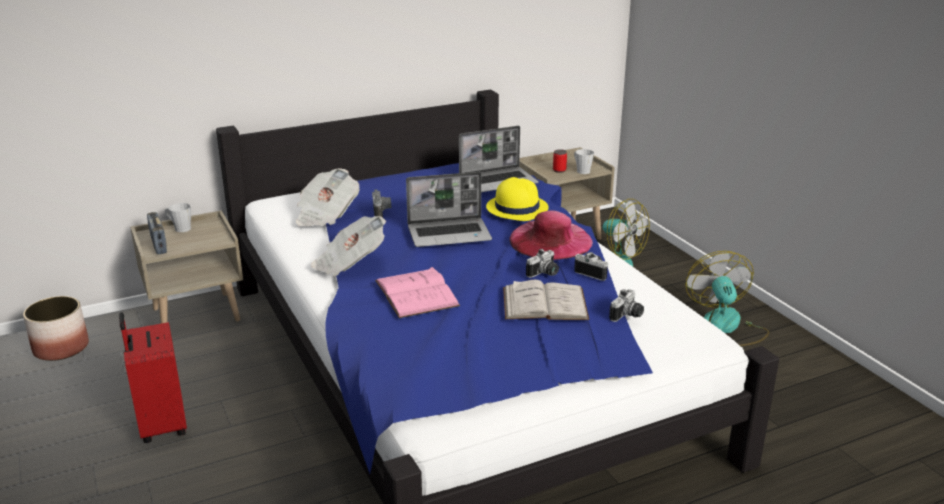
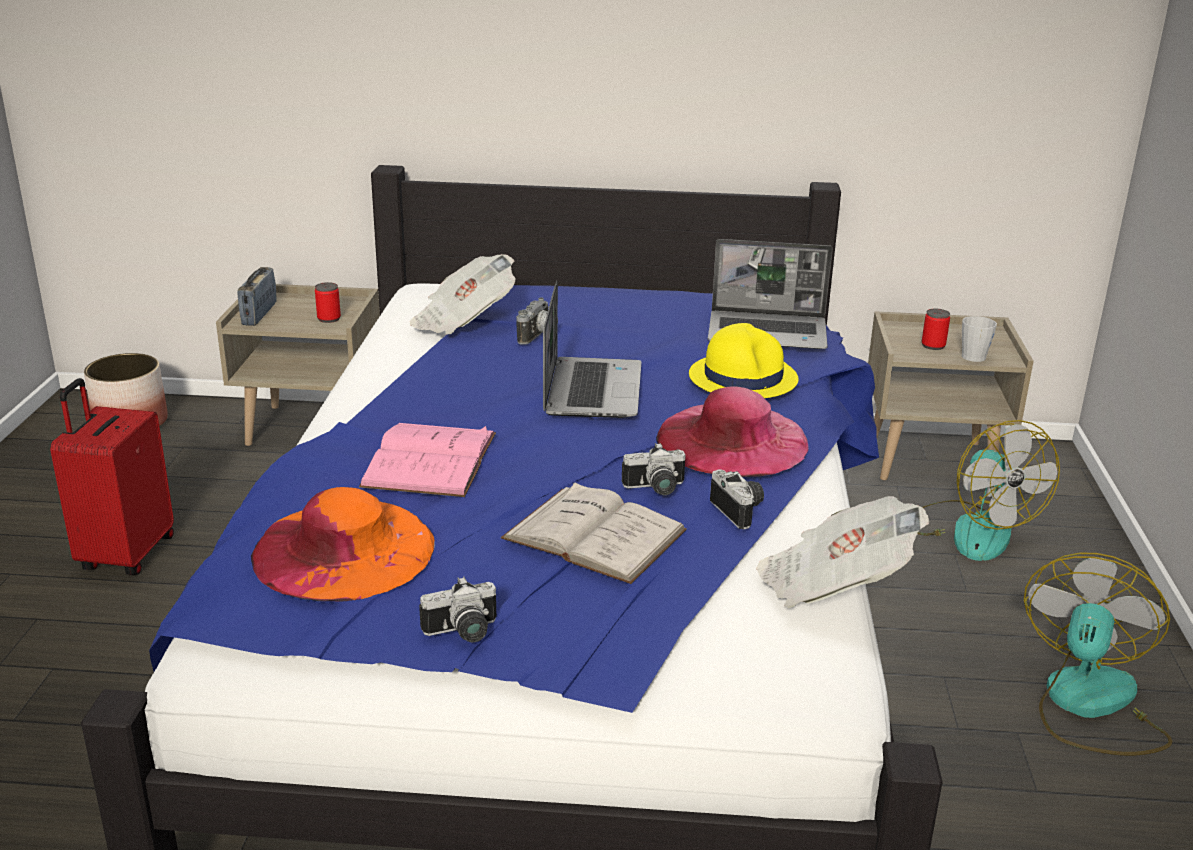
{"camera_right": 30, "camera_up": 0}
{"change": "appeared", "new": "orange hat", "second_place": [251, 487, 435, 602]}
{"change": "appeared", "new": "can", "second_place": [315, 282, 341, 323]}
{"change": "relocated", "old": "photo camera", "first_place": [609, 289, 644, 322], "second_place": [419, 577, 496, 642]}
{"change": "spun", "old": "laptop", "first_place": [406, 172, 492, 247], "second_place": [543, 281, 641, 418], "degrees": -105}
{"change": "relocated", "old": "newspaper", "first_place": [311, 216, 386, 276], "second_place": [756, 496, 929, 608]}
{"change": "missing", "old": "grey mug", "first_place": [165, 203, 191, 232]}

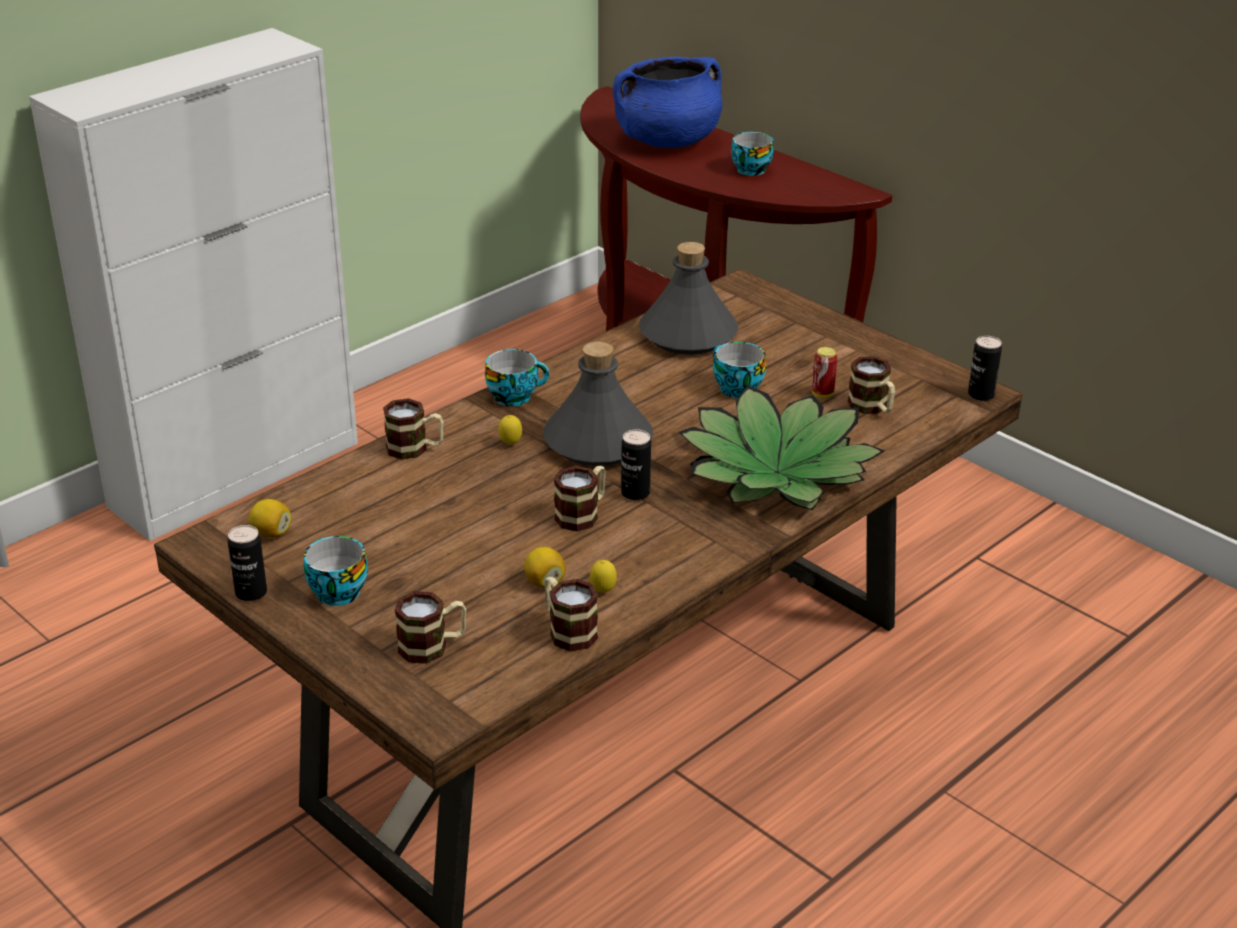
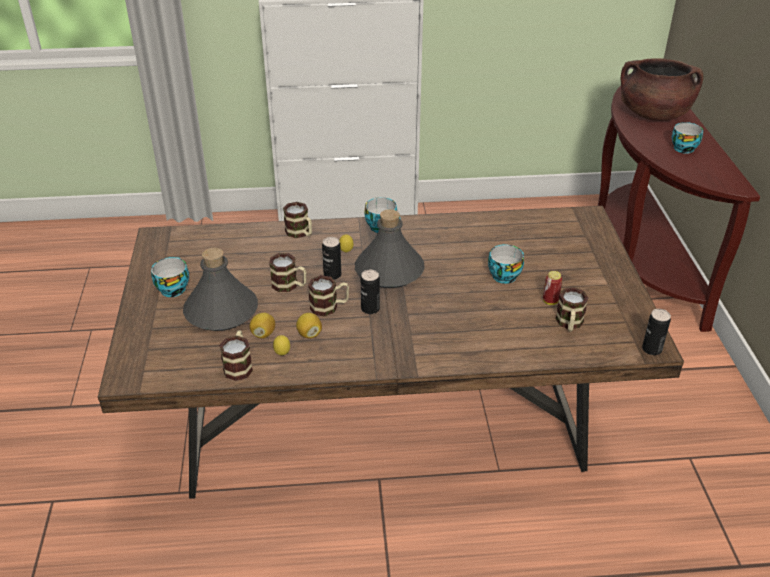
{"camera_right": 40, "camera_up": 5}
{"change": "relocated", "old": "grey bottle", "first_place": [639, 242, 738, 355], "second_place": [183, 248, 258, 331]}
{"change": "relocated", "old": "mug", "first_place": [395, 591, 466, 664], "second_place": [269, 253, 306, 292]}
{"change": "relocated", "old": "lemon", "first_place": [249, 499, 292, 538], "second_place": [296, 313, 322, 338]}
{"change": "relocated", "old": "can", "first_place": [228, 525, 267, 601], "second_place": [322, 237, 341, 280]}
{"change": "colour", "old": "blue cooking pot", "new": "brown cooking pot", "first_place": [613, 57, 722, 148], "second_place": [620, 58, 703, 121]}
{"change": "missing", "old": "potted plant", "first_place": [678, 385, 885, 510]}

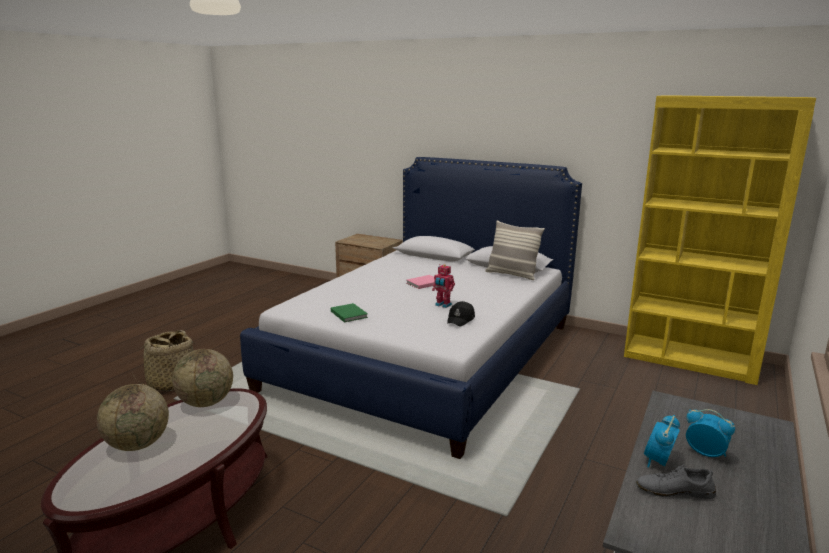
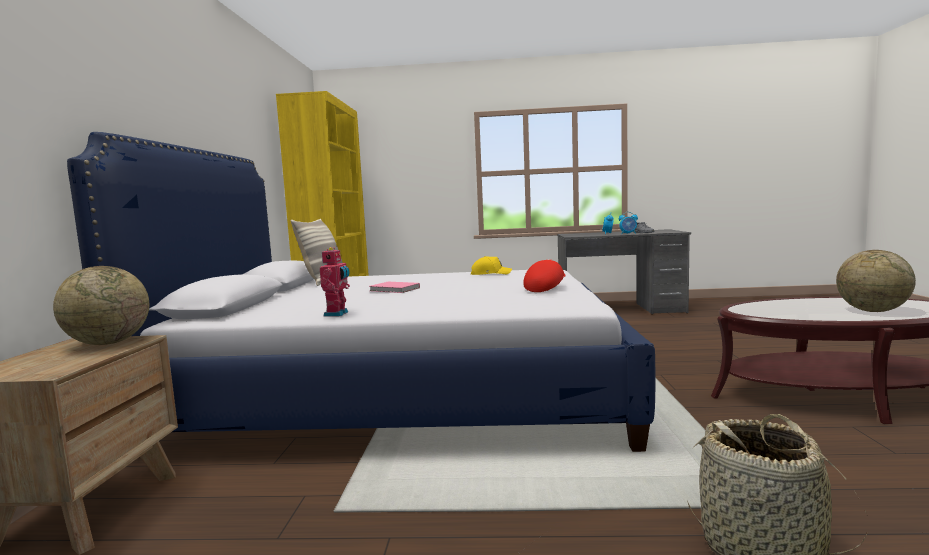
{"camera_right": -115, "camera_up": -10}
{"change": "relocated", "old": "globe", "first_place": [172, 349, 233, 407], "second_place": [53, 266, 149, 345]}
{"change": "relocated", "old": "toy robot", "first_place": [432, 264, 455, 308], "second_place": [320, 247, 350, 317]}
{"change": "colour", "old": "black cap", "new": "yellow cap", "first_place": [447, 301, 475, 327], "second_place": [471, 256, 512, 275]}
{"change": "exchanged", "old": "green book", "new": "red cap", "first_place": [331, 303, 368, 322], "second_place": [523, 259, 566, 292]}

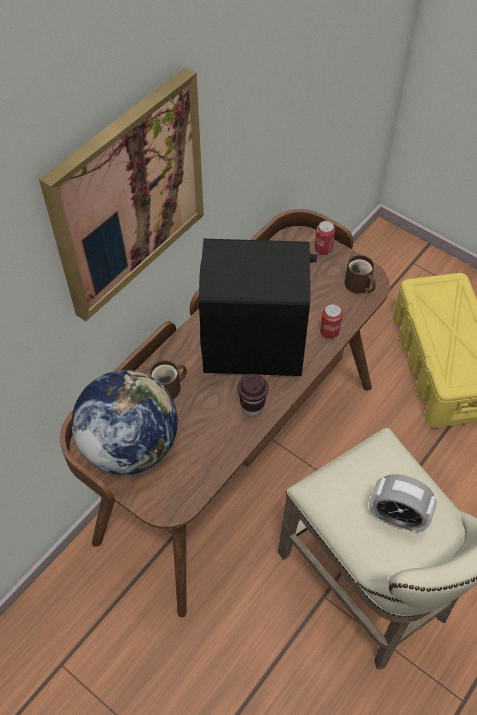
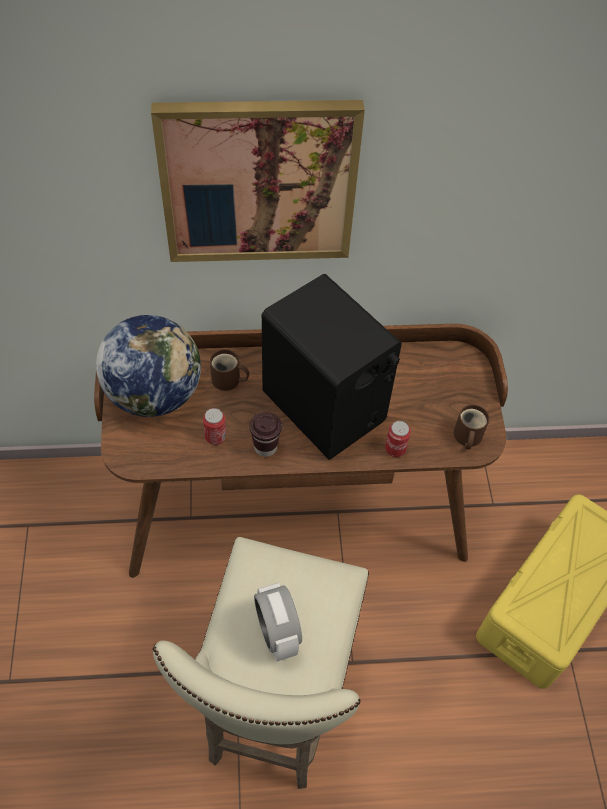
{"camera_right": 45, "camera_up": 0}
{"change": "relocated", "old": "can", "first_place": [315, 221, 335, 255], "second_place": [203, 408, 226, 445]}

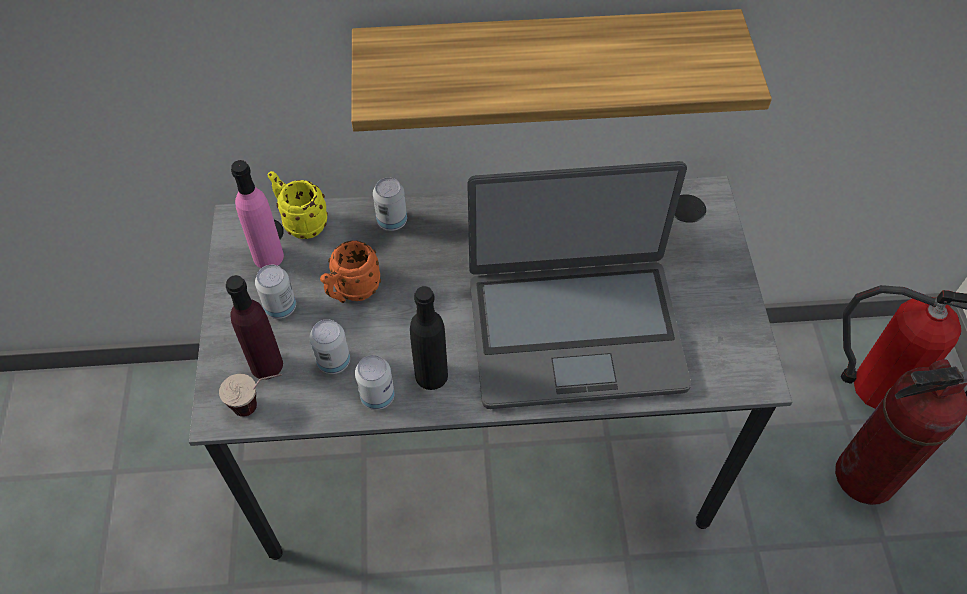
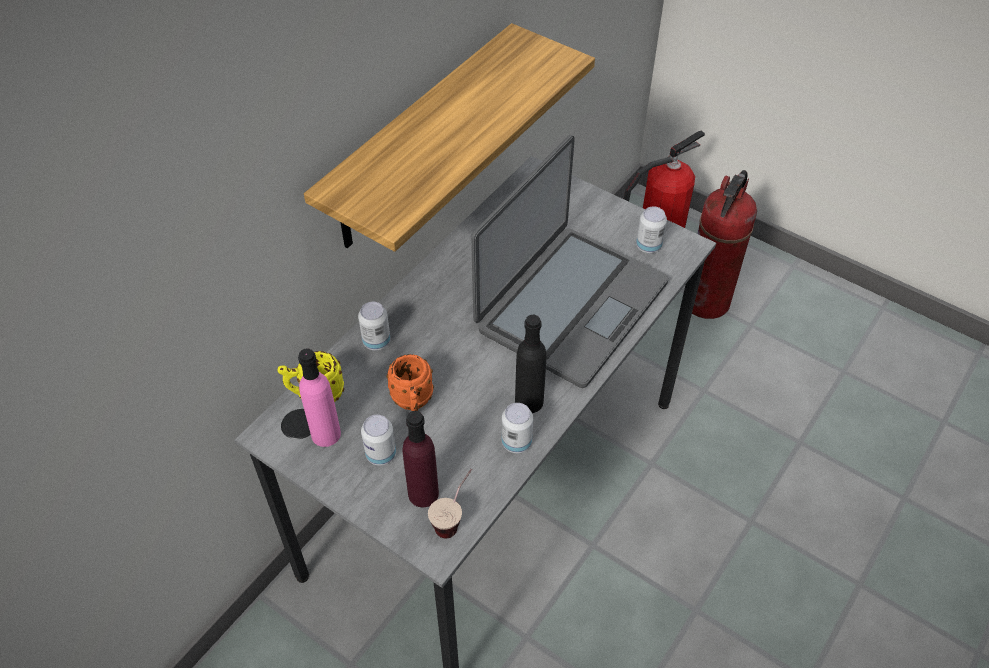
{"camera_right": -50, "camera_up": -5}
{"change": "relocated", "old": "can", "first_place": [310, 319, 350, 374], "second_place": [636, 206, 667, 253]}

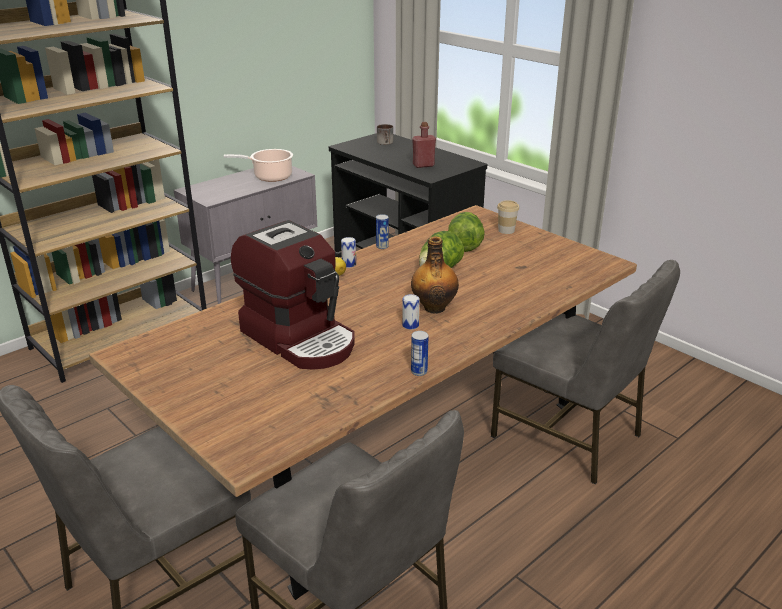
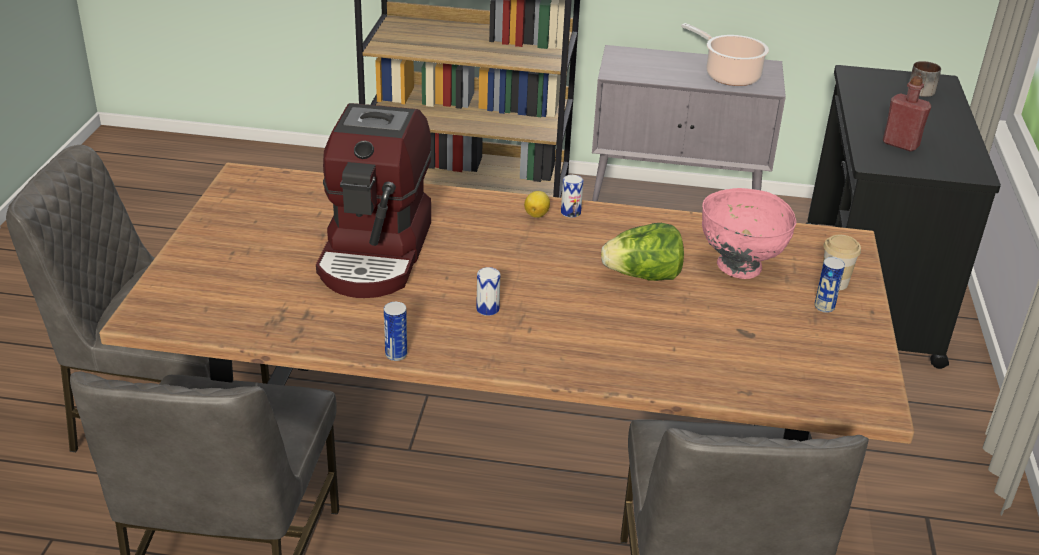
{"camera_right": 50, "camera_up": 5}
{"change": "exchanged", "old": "lettuce", "new": "pink bowl", "first_place": [448, 212, 485, 252], "second_place": [702, 188, 796, 279]}
{"change": "relocated", "old": "can", "first_place": [376, 214, 389, 249], "second_place": [814, 257, 845, 313]}
{"change": "missing", "old": "bottle", "first_place": [411, 236, 459, 314]}

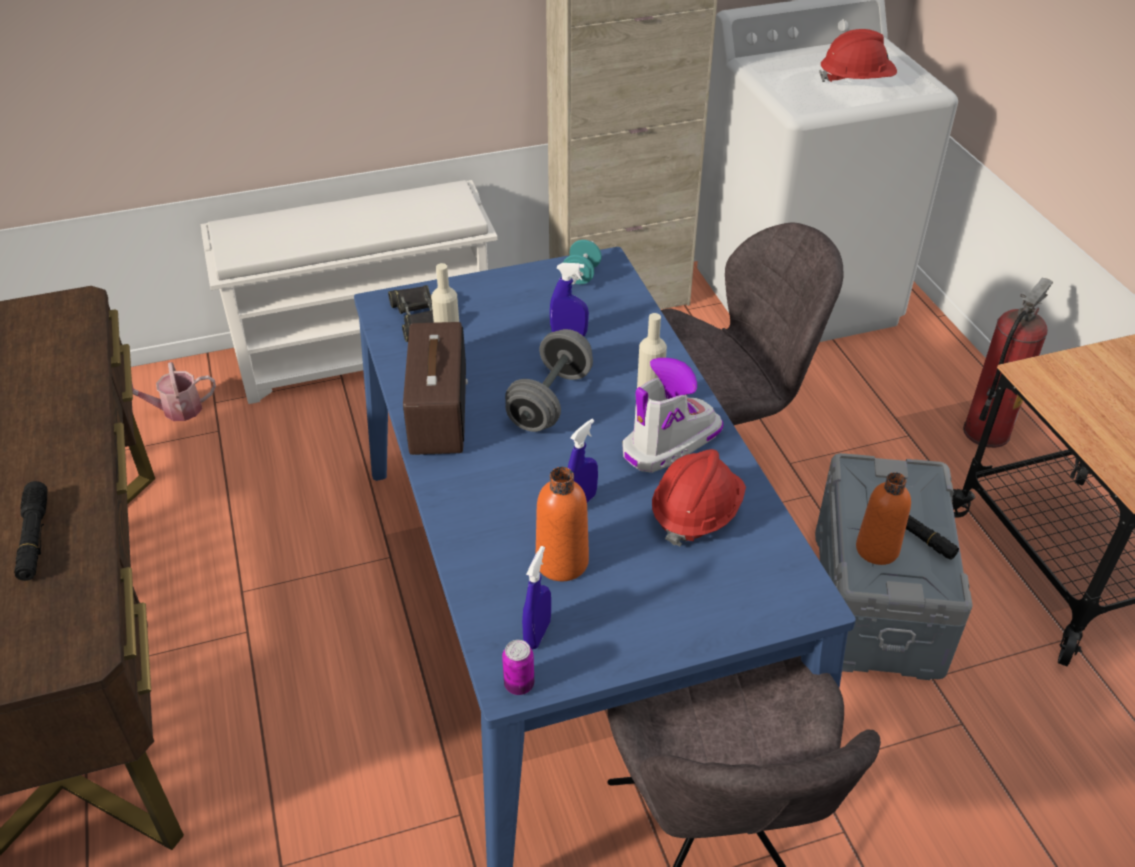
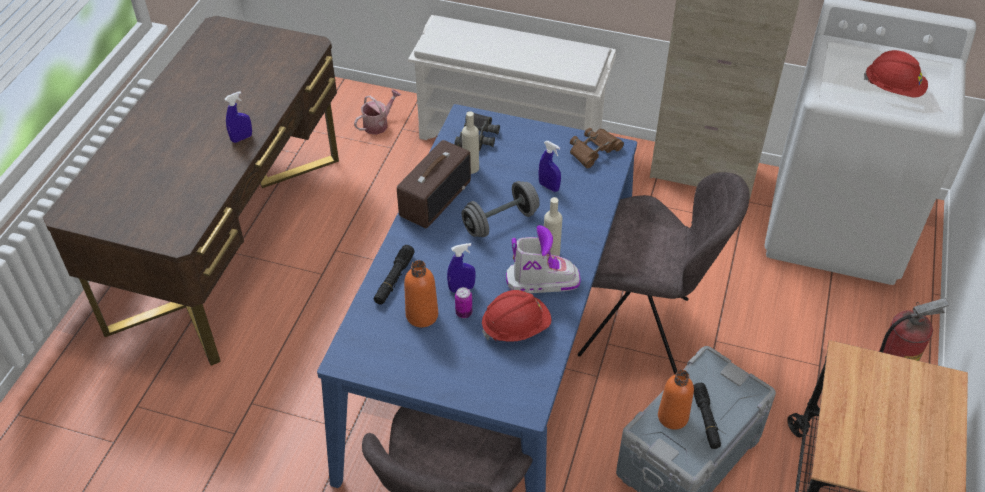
{"camera_right": 35, "camera_up": 5}
{"change": "relocated", "old": "blue spray bottle", "first_place": [522, 546, 551, 650], "second_place": [225, 91, 252, 143]}
{"change": "spun", "old": "watering can", "first_place": [132, 362, 216, 421], "second_place": [354, 89, 401, 135], "degrees": 120}
{"change": "relocated", "old": "black flashlight", "first_place": [14, 481, 48, 581], "second_place": [374, 245, 415, 304]}
{"change": "relocated", "old": "can", "first_place": [502, 640, 534, 695], "second_place": [455, 287, 472, 318]}
{"change": "exchanged", "old": "turquoise dumbbell", "new": "brown binoculars", "first_place": [563, 240, 602, 284], "second_place": [570, 128, 624, 169]}

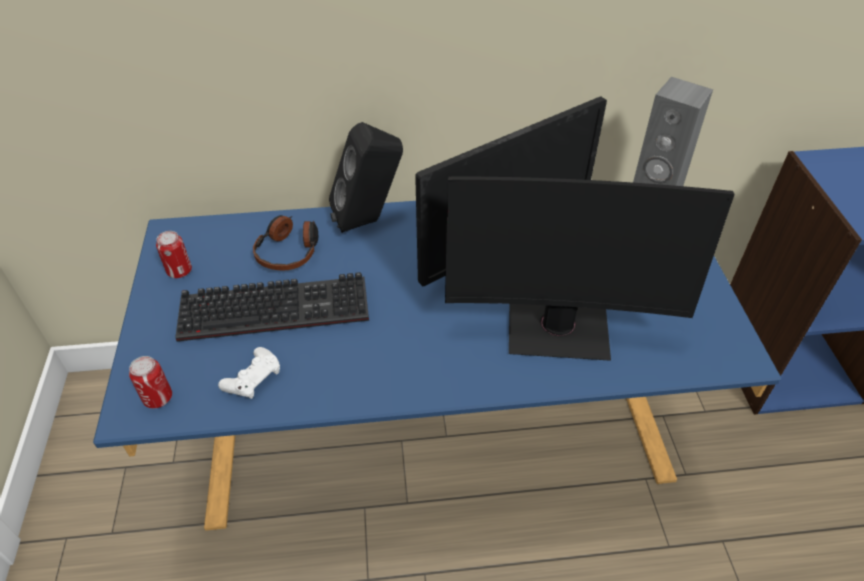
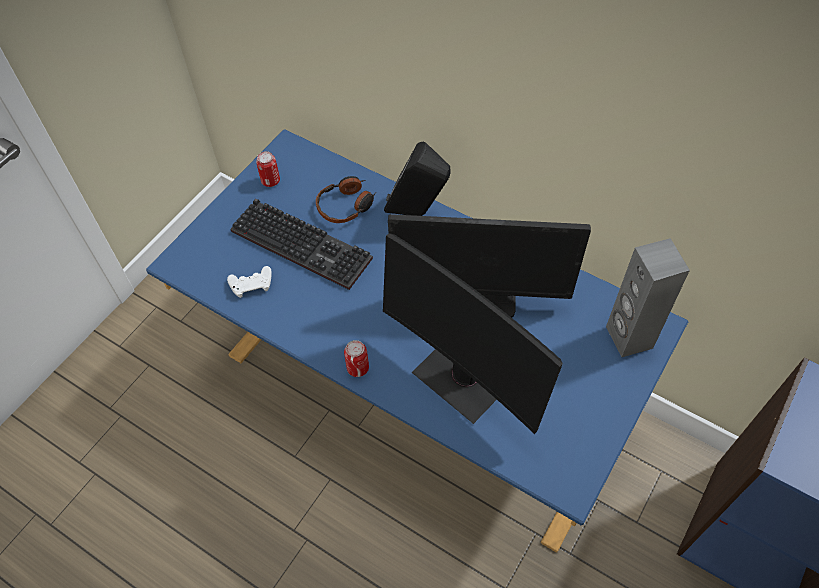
{"camera_right": 40, "camera_up": 10}
{"change": "relocated", "old": "can", "first_place": [129, 356, 172, 408], "second_place": [344, 340, 369, 377]}

